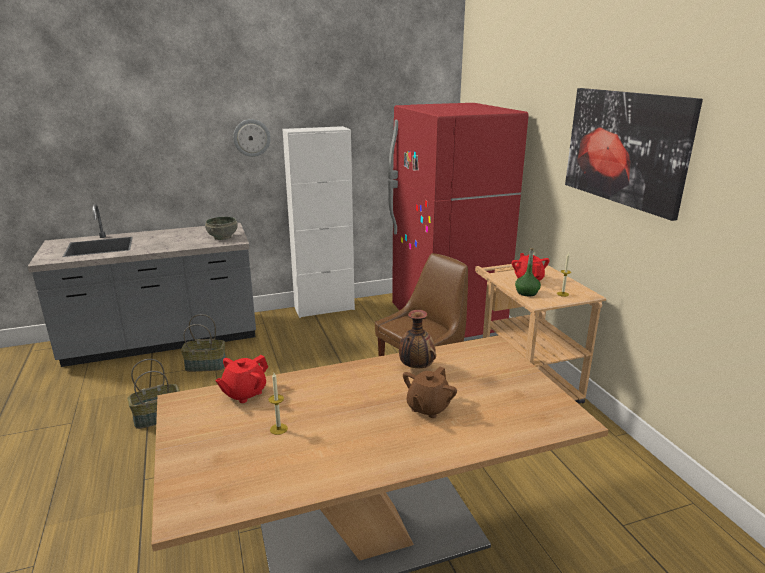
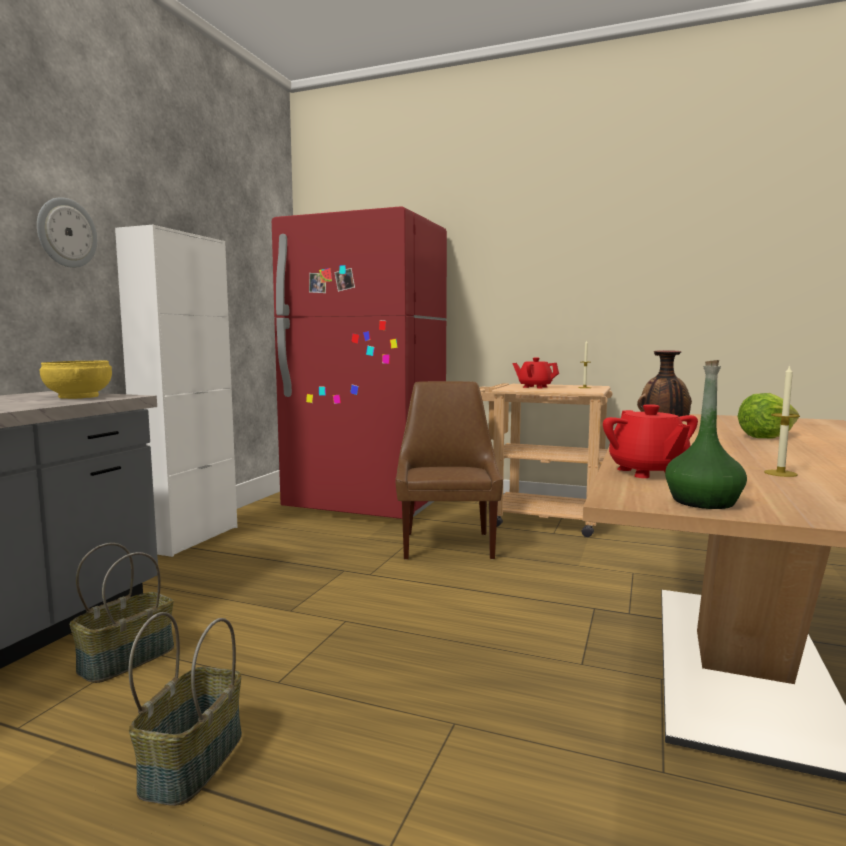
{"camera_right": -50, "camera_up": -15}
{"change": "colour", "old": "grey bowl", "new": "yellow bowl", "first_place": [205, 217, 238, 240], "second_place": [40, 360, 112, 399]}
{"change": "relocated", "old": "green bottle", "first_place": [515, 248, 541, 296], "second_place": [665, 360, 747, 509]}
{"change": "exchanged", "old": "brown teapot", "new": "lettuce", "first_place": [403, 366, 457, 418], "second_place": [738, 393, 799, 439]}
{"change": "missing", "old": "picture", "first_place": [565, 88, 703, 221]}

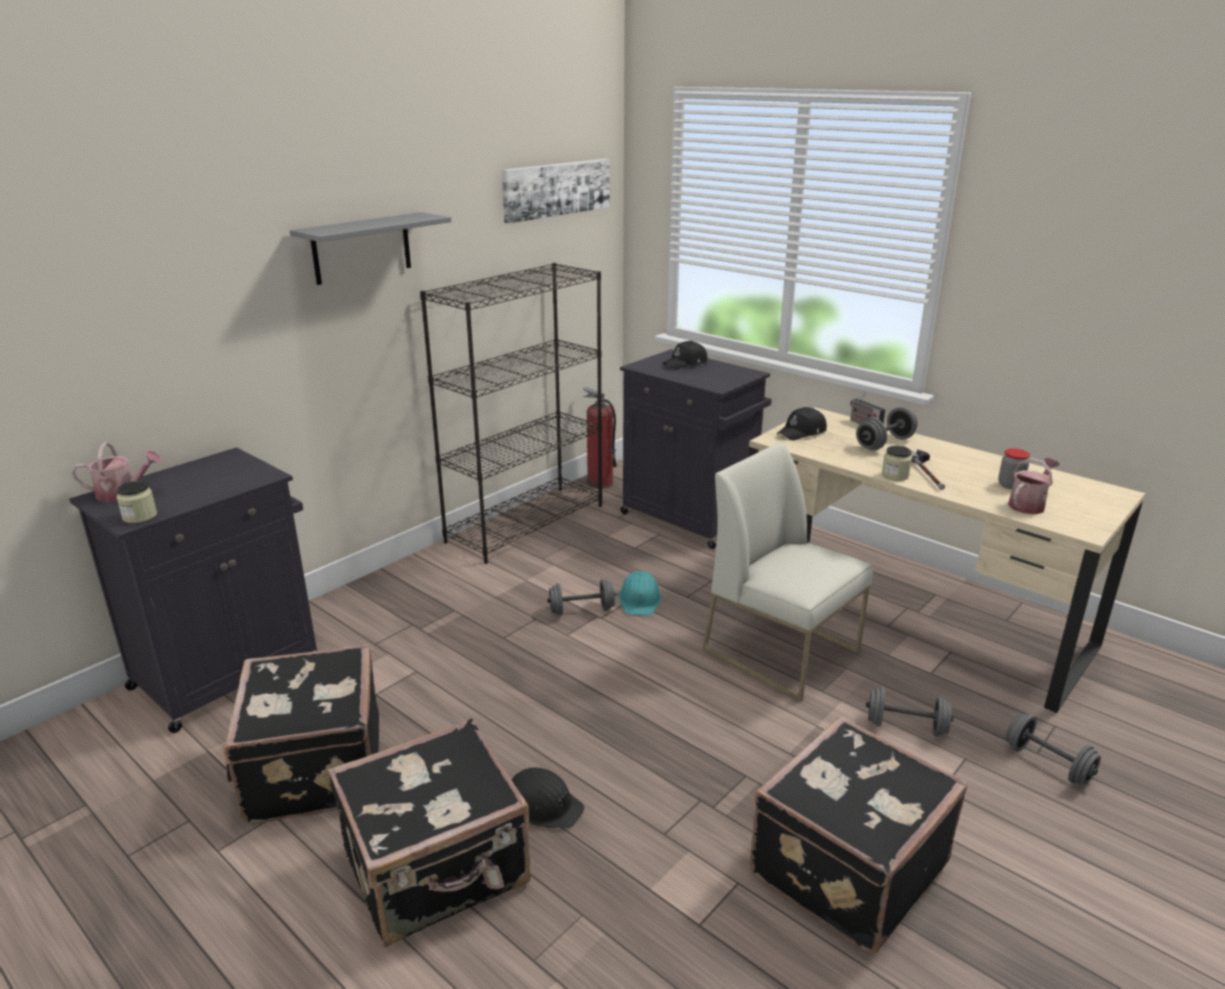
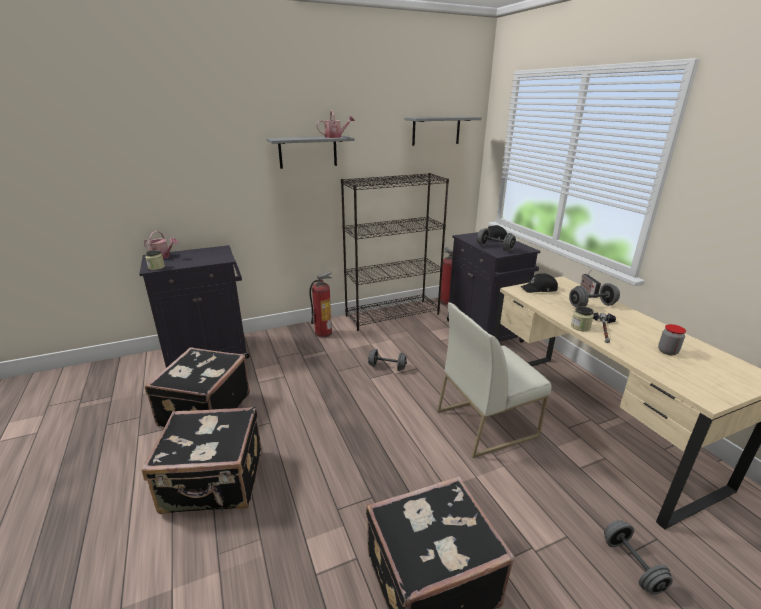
{"camera_right": 25, "camera_up": 0}
{"change": "appeared", "new": "fire extinguisher", "second_place": [309, 271, 332, 338]}
{"change": "relocated", "old": "watering can", "first_place": [1008, 458, 1060, 514], "second_place": [316, 111, 355, 138]}
{"change": "exchanged", "old": "picture", "new": "grey shelf", "first_place": [502, 159, 610, 224], "second_place": [404, 116, 482, 146]}
{"change": "spun", "old": "white chair", "first_place": [702, 442, 873, 702], "second_place": [437, 302, 551, 458], "degrees": -90}
{"change": "relocated", "old": "grey dumbbell", "first_place": [866, 687, 953, 736], "second_place": [477, 228, 516, 251]}
{"change": "missing", "old": "black hard hat", "first_place": [512, 767, 584, 829]}
{"change": "missing", "old": "turquoise hard hat", "first_place": [619, 571, 661, 615]}

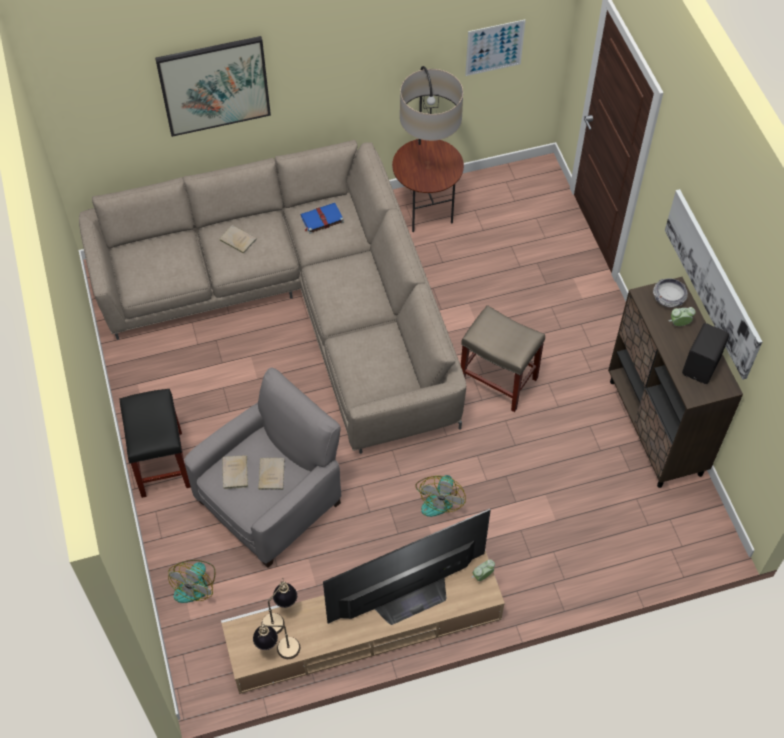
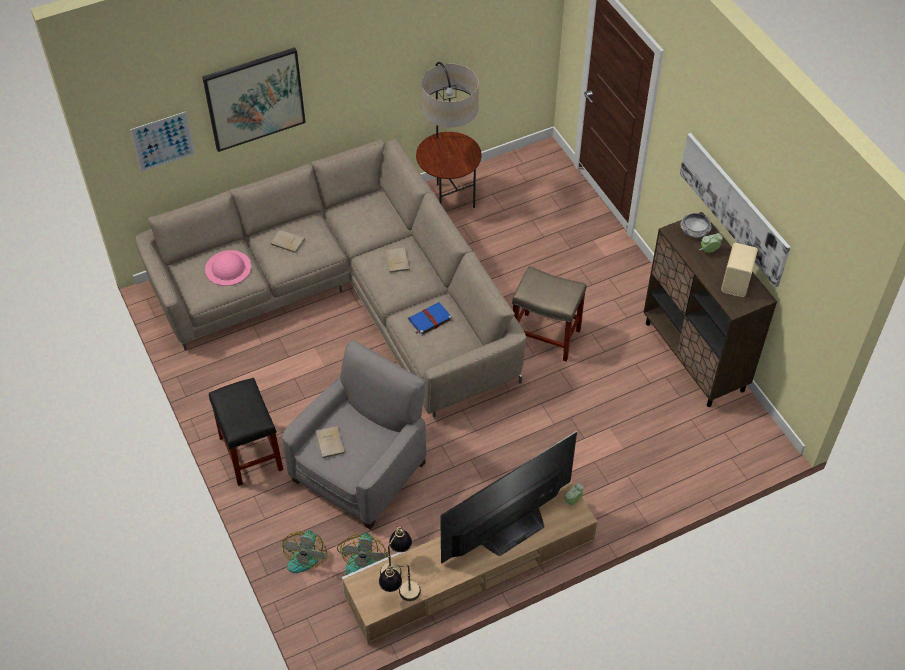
{"camera_right": -10, "camera_up": -5}
{"change": "relocated", "old": "picture", "first_place": [465, 20, 526, 76], "second_place": [130, 112, 195, 172]}
{"change": "appeared", "new": "pink hat", "second_place": [205, 250, 252, 286]}
{"change": "relocated", "old": "fan", "first_place": [415, 475, 466, 517], "second_place": [337, 533, 387, 575]}
{"change": "relocated", "old": "beige book", "first_place": [258, 458, 285, 490], "second_place": [385, 247, 410, 273]}
{"change": "relocated", "old": "blue book", "first_place": [301, 203, 344, 234], "second_place": [408, 302, 452, 336]}
{"change": "colour", "old": "black speaker", "new": "beige speaker", "first_place": [682, 323, 729, 384], "second_place": [721, 243, 758, 297]}

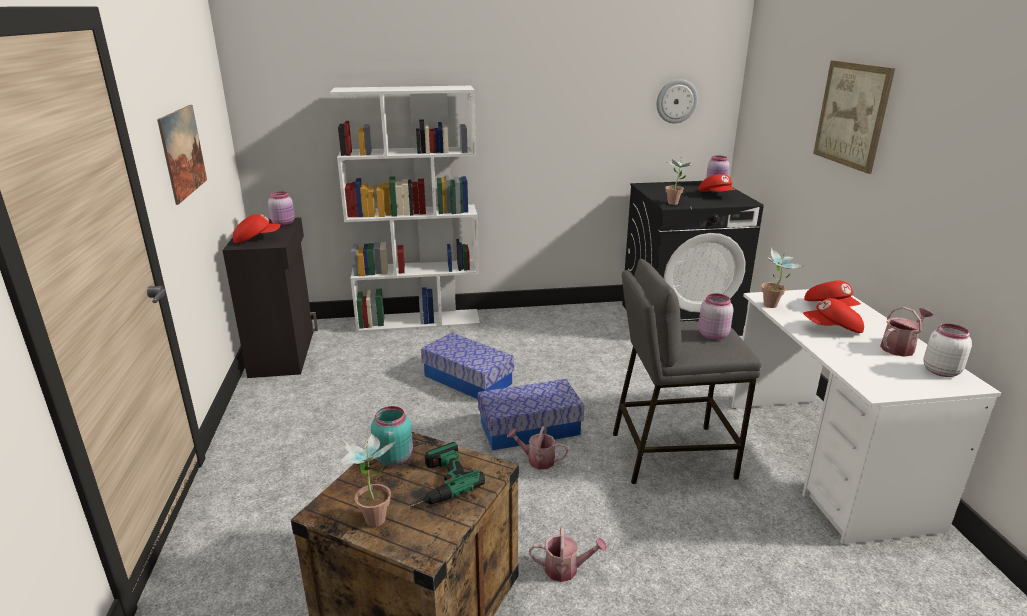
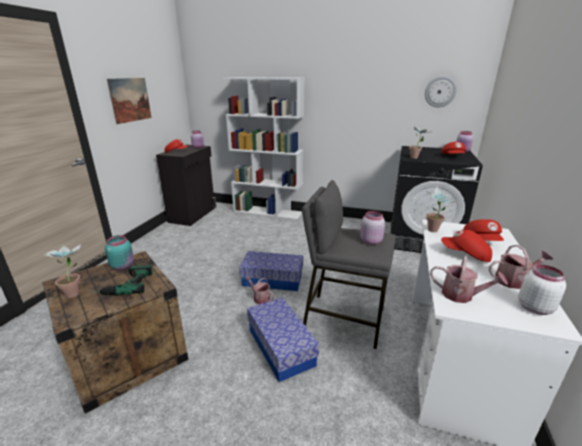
{"camera_right": 25, "camera_up": 0}
{"change": "relocated", "old": "storage box", "first_place": [421, 332, 514, 399], "second_place": [247, 297, 320, 382]}
{"change": "relocated", "old": "watering can", "first_place": [529, 527, 608, 582], "second_place": [430, 256, 508, 303]}
{"change": "missing", "old": "picture", "first_place": [813, 60, 895, 174]}

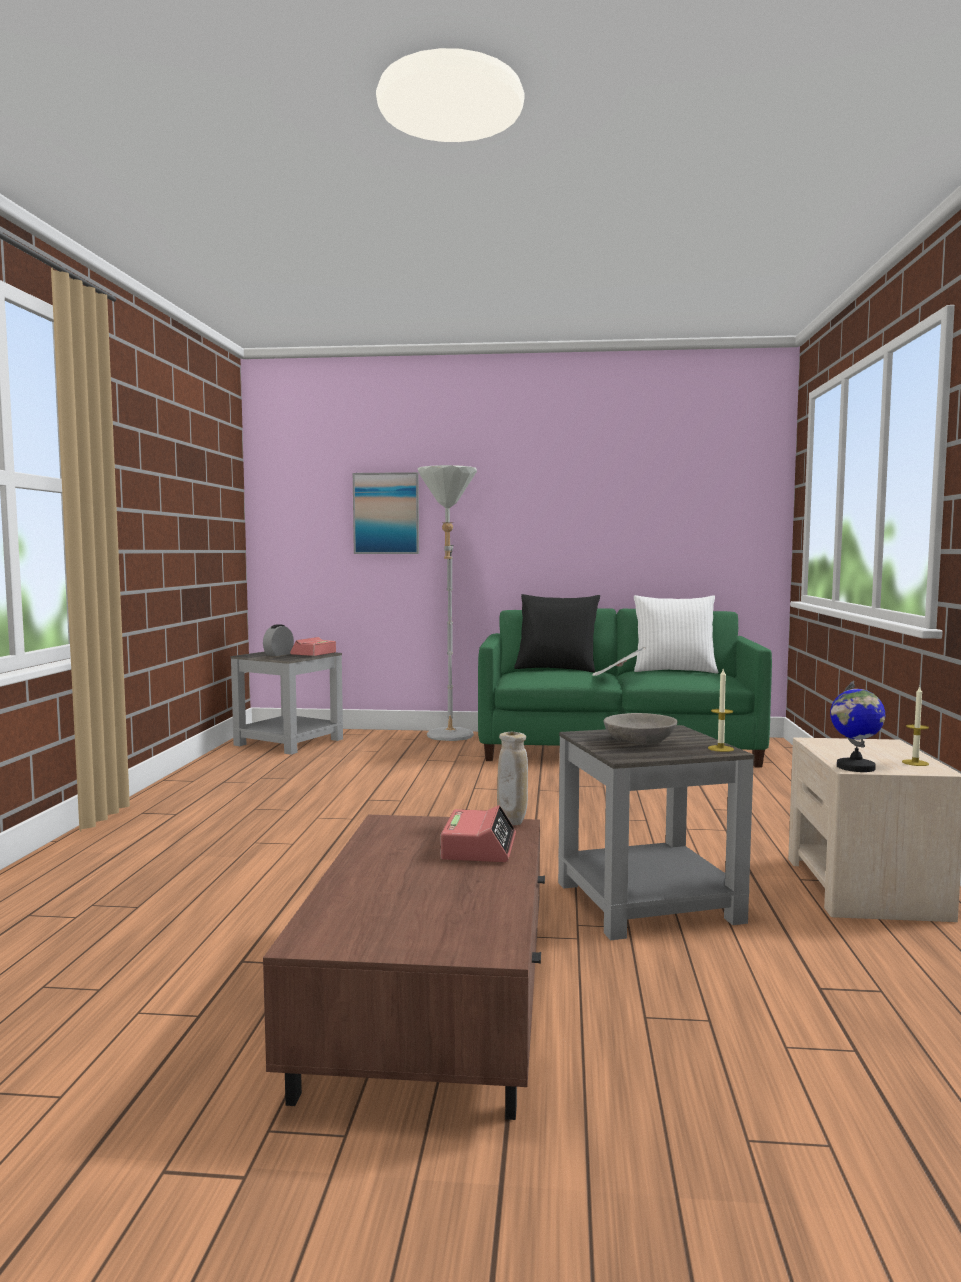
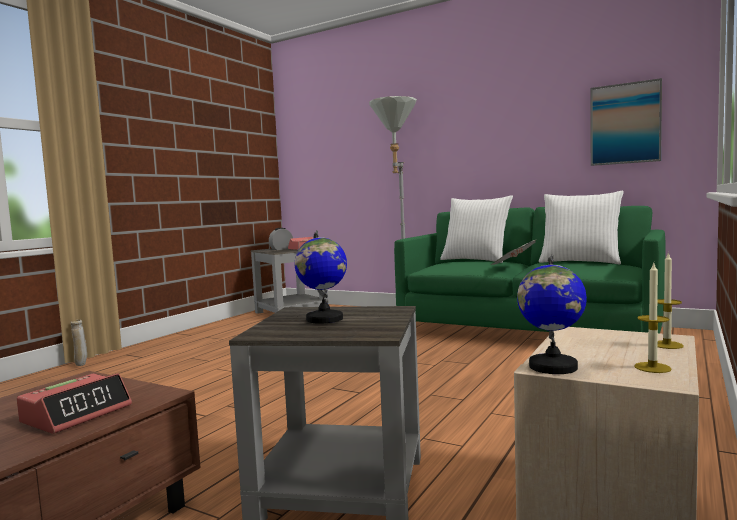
{"camera_right": 25, "camera_up": 0}
{"change": "relocated", "old": "beige vase", "first_place": [497, 732, 528, 825], "second_place": [71, 320, 87, 366]}
{"change": "exchanged", "old": "grey bowl", "new": "globe", "first_place": [603, 713, 678, 745], "second_place": [294, 230, 347, 324]}
{"change": "colour", "old": "black pillow", "new": "white pillow", "first_place": [514, 594, 600, 673], "second_place": [440, 195, 513, 263]}
{"change": "relocated", "old": "picture", "first_place": [353, 472, 419, 554], "second_place": [591, 78, 662, 166]}
{"change": "relocated", "old": "candle", "first_place": [708, 669, 734, 752], "second_place": [657, 252, 684, 349]}

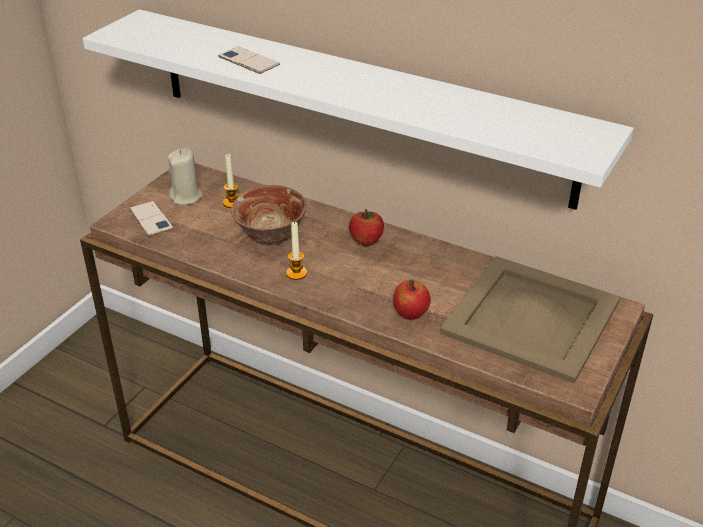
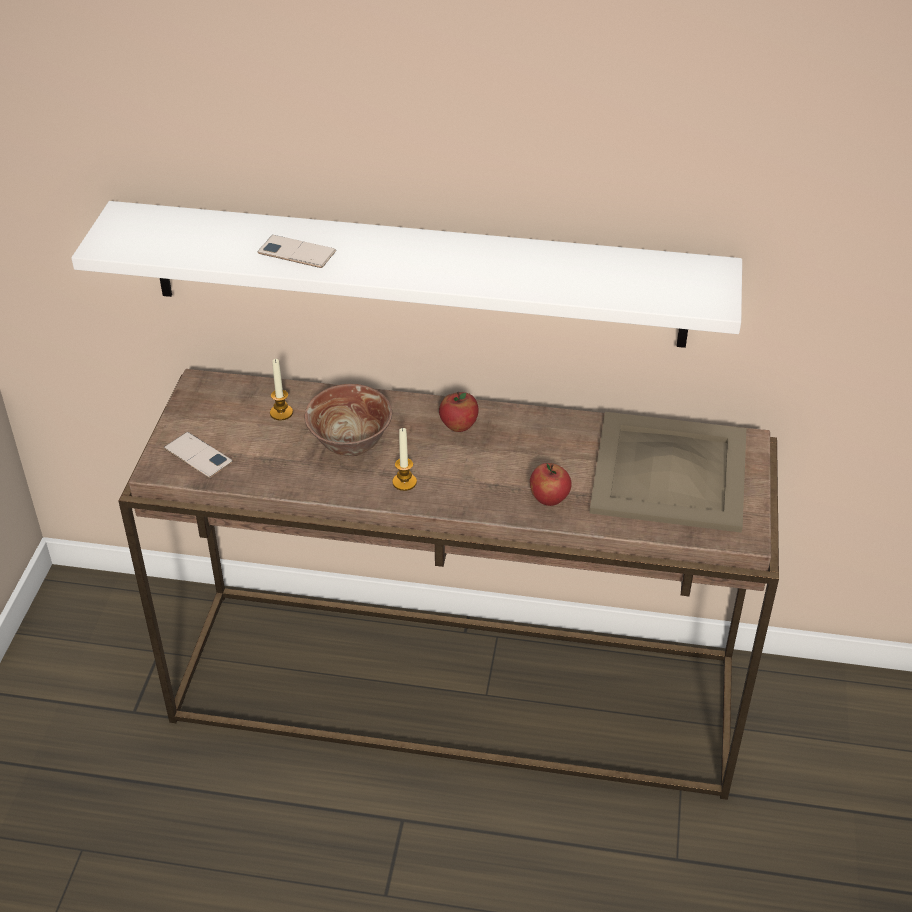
{"camera_right": -20, "camera_up": 5}
{"change": "missing", "old": "beige candle", "first_place": [168, 148, 204, 205]}

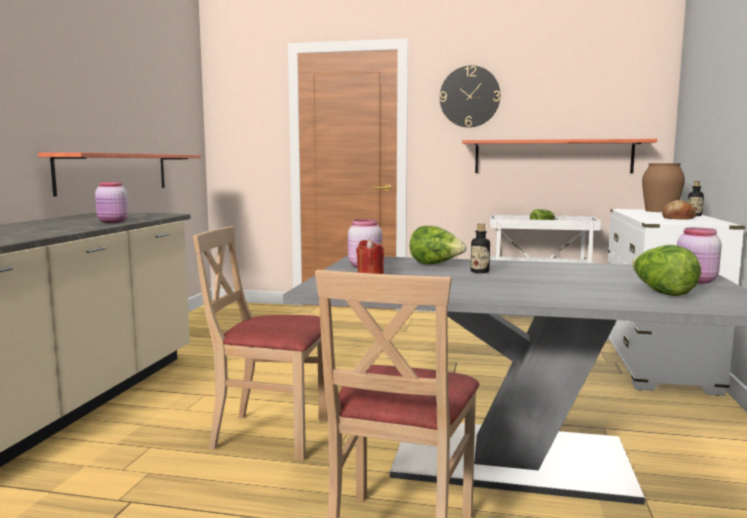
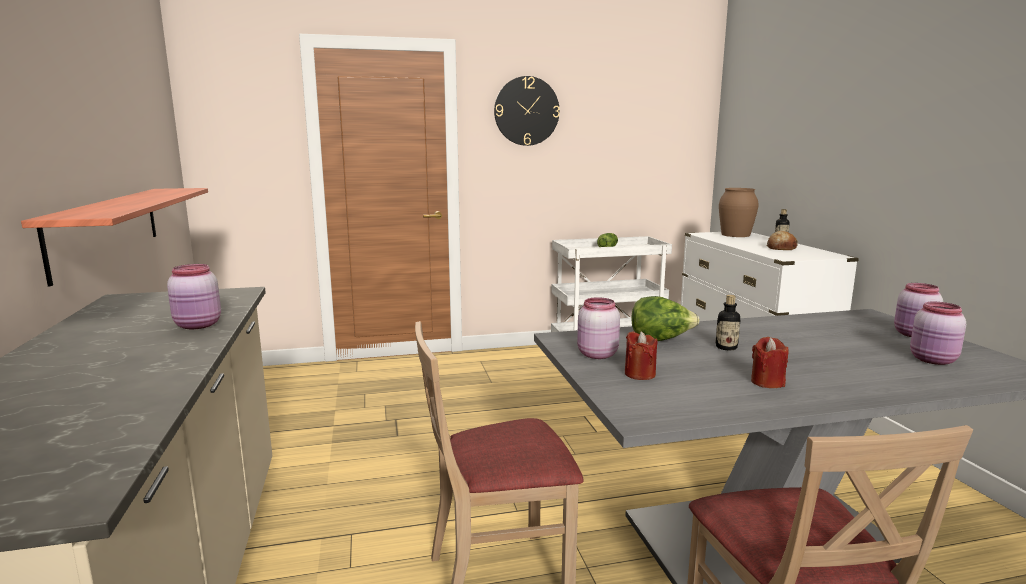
{"camera_right": -25, "camera_up": 5}
{"change": "appeared", "new": "red candle", "second_place": [751, 337, 789, 388]}
{"change": "exchanged", "old": "lettuce", "new": "pink jar", "first_place": [632, 245, 701, 296], "second_place": [910, 301, 966, 365]}
{"change": "missing", "old": "shelf", "first_place": [462, 139, 657, 173]}

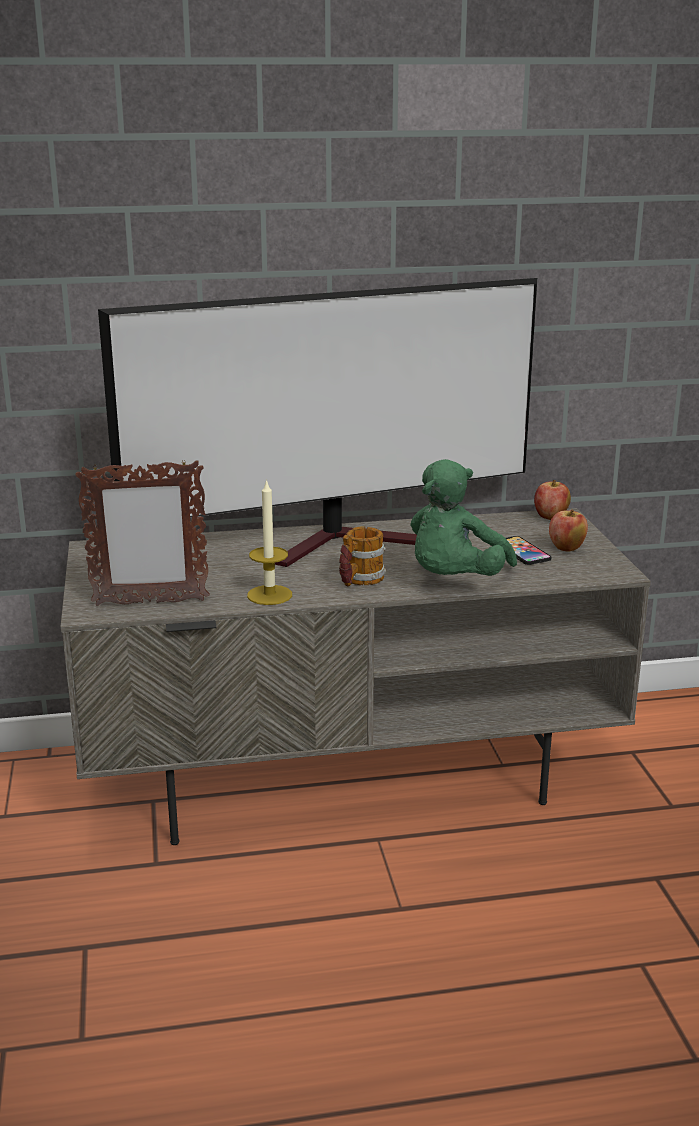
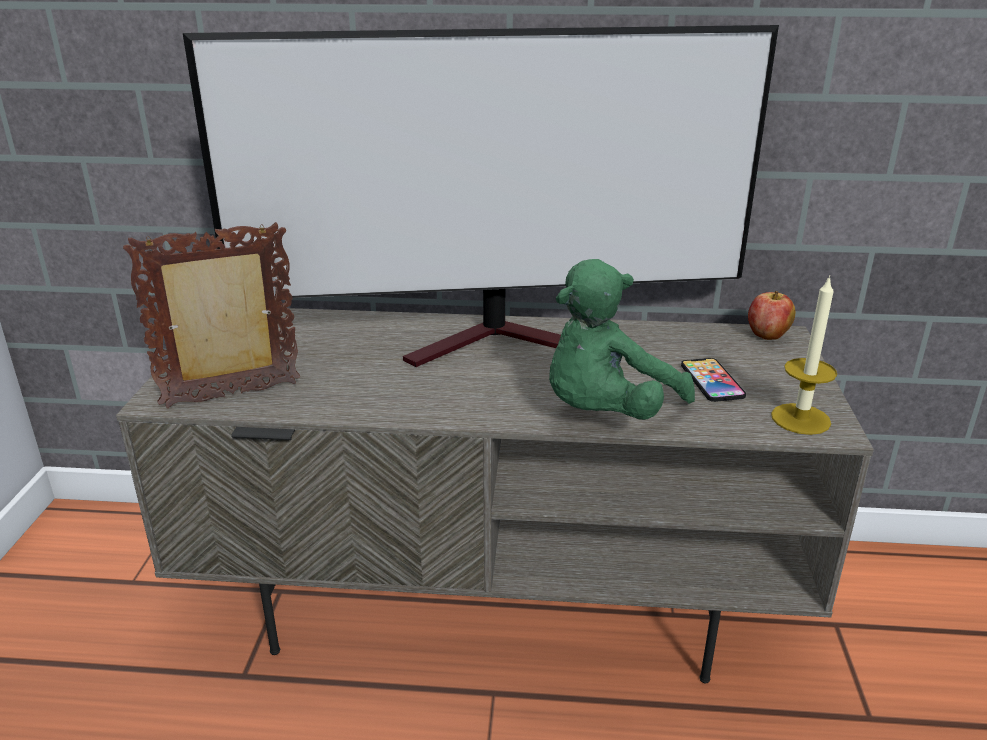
{"camera_right": 15, "camera_up": 5}
{"change": "spun", "old": "picture frame", "first_place": [75, 459, 209, 606], "second_place": [123, 222, 300, 408], "degrees": 150}
{"change": "relocated", "old": "candle", "first_place": [247, 479, 292, 605], "second_place": [771, 275, 837, 435]}
{"change": "missing", "old": "mug", "first_place": [339, 526, 386, 586]}
{"change": "missing", "old": "apple", "first_place": [549, 509, 588, 552]}

